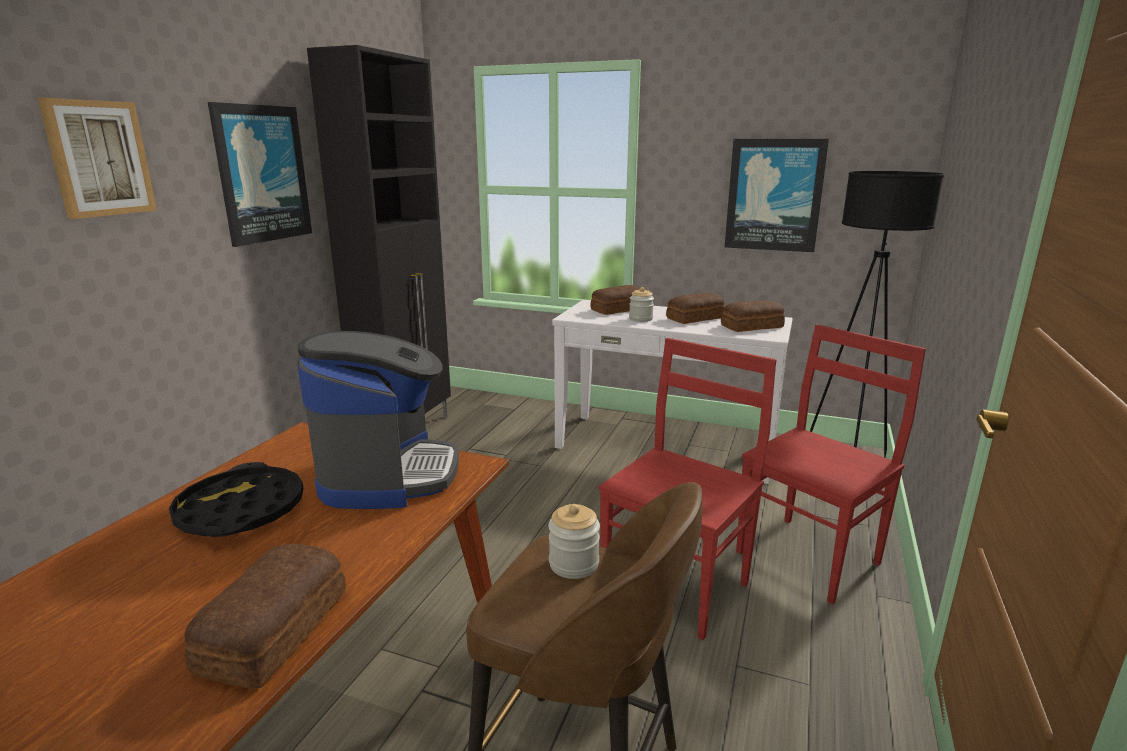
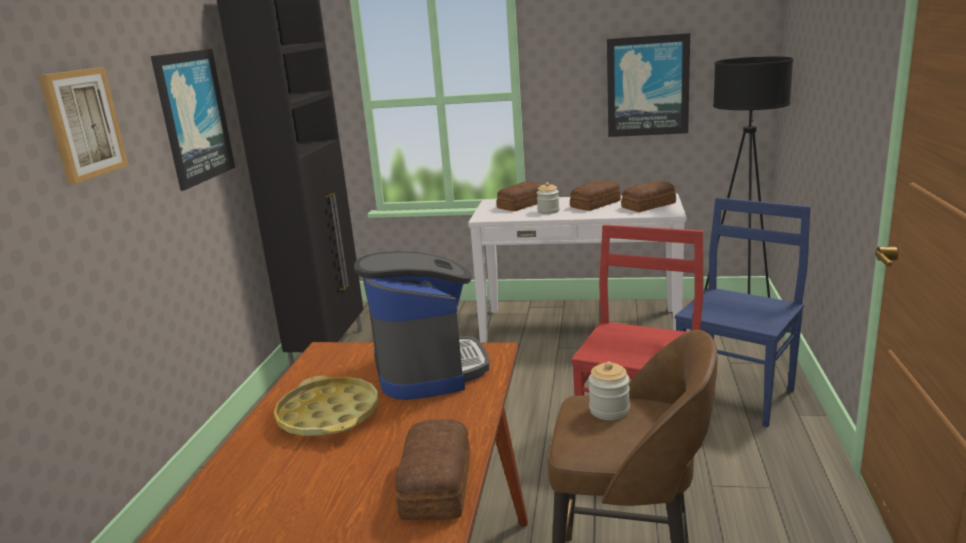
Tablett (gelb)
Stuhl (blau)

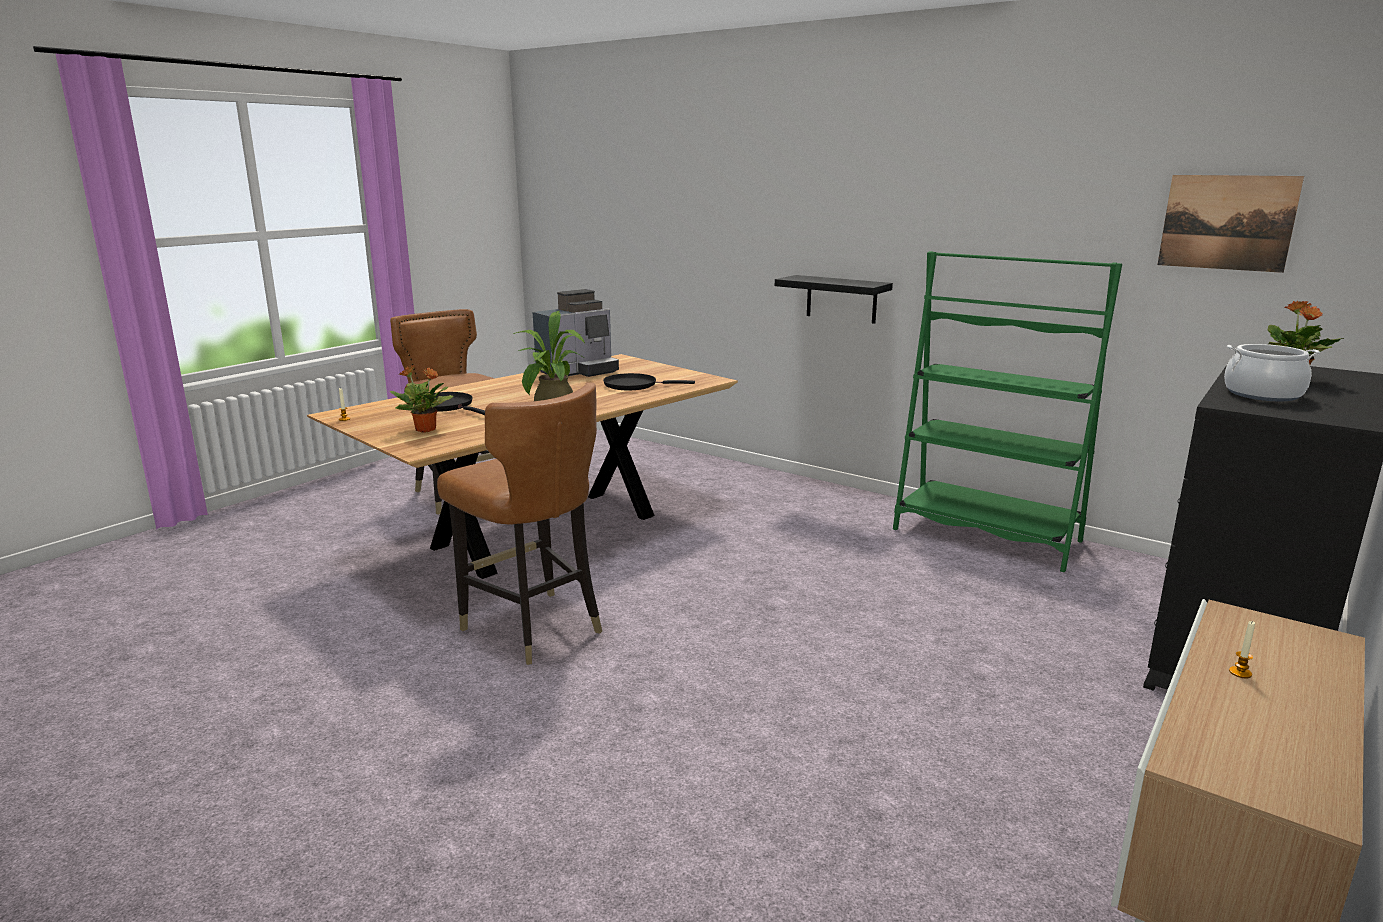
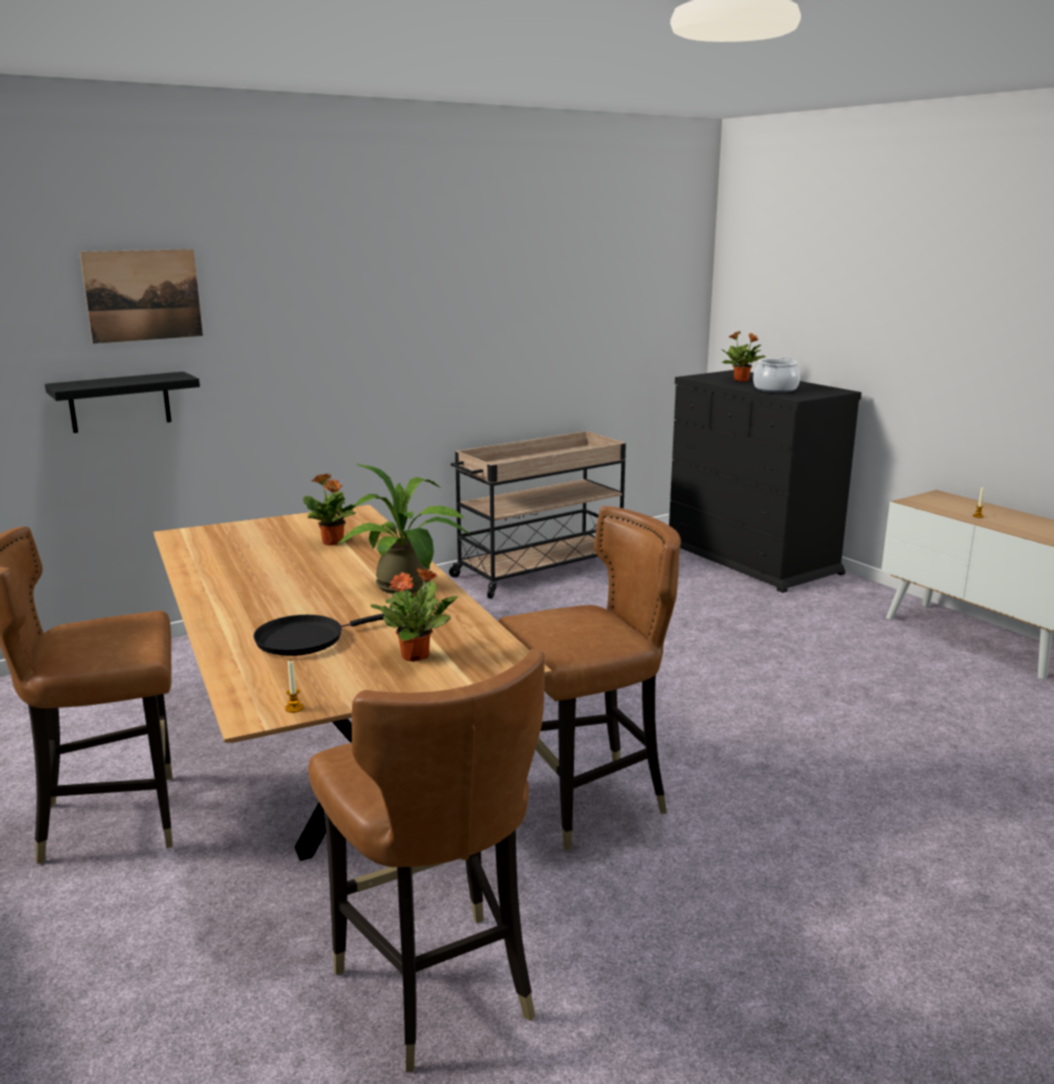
Kaffeemaschine
Stuhl (braun) (no. 2 from left)
Wandregal (schwarz)
Bild
Topfpflanze (no. 1 from left)
Rollwagen (beige)

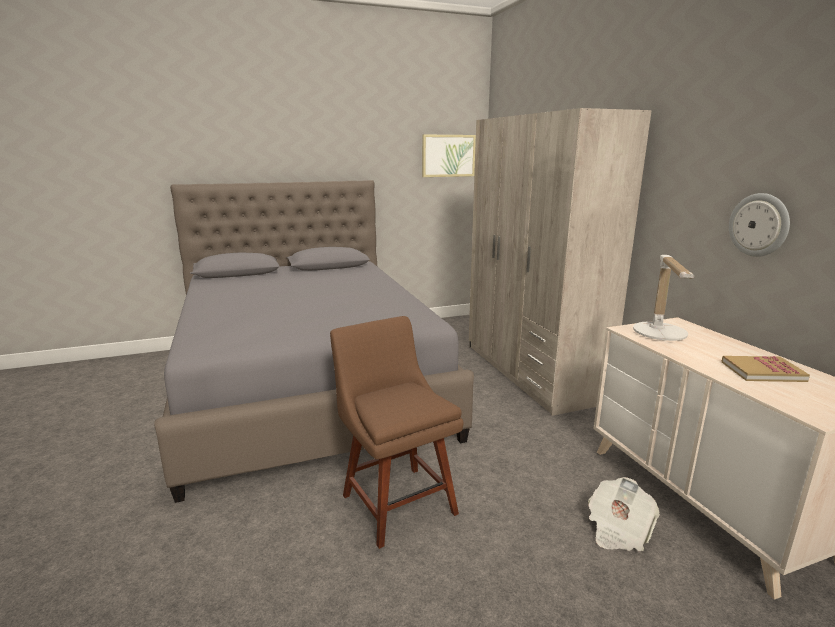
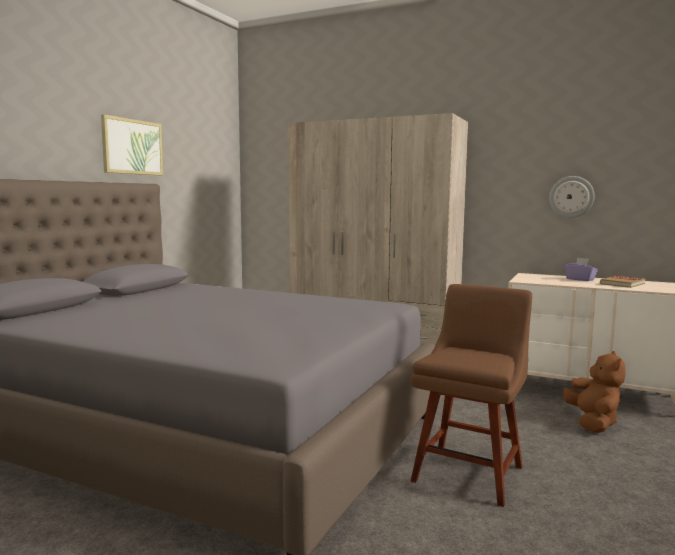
Tischlampe
Taschentuchbox (lila)
Bild
Plüschtier (braun)
Stuhl (braun)

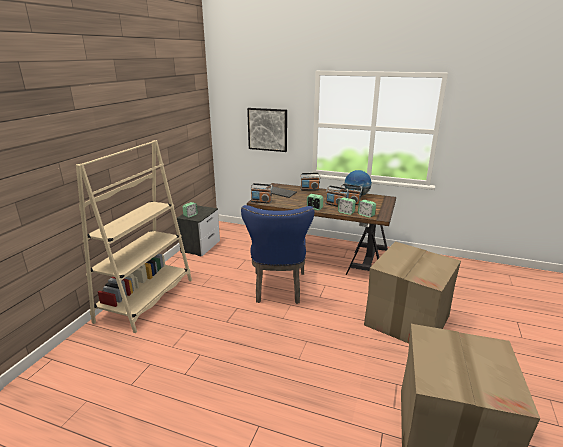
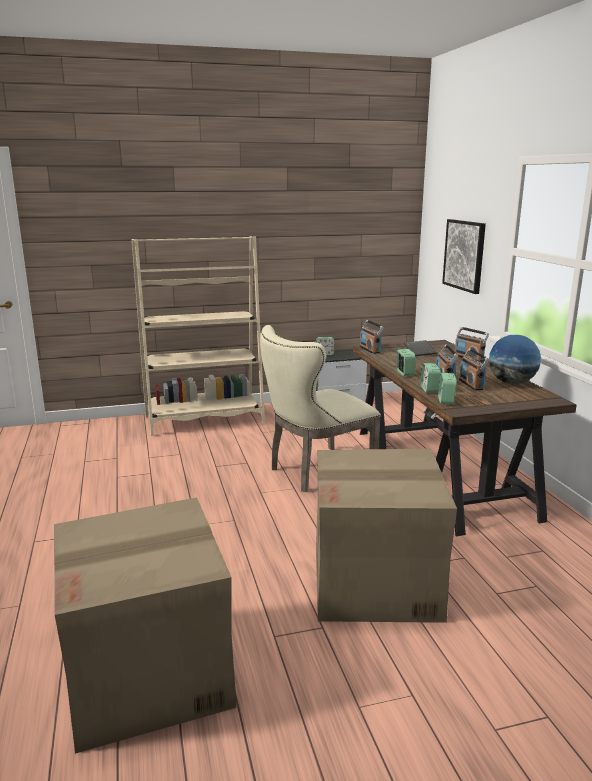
Stuhl (beige)

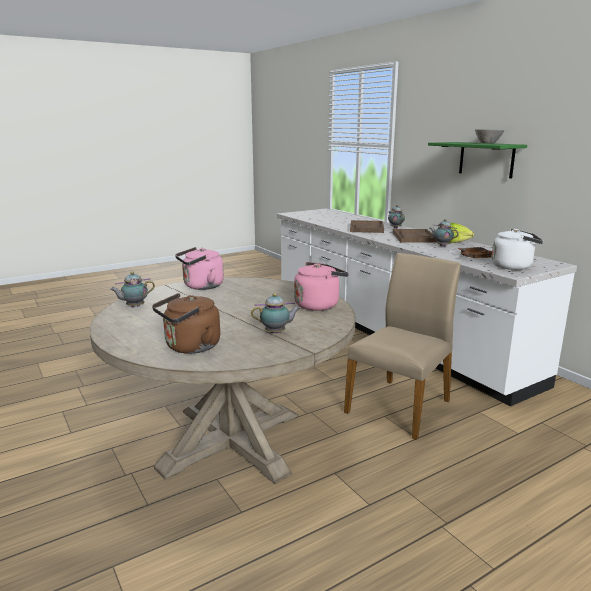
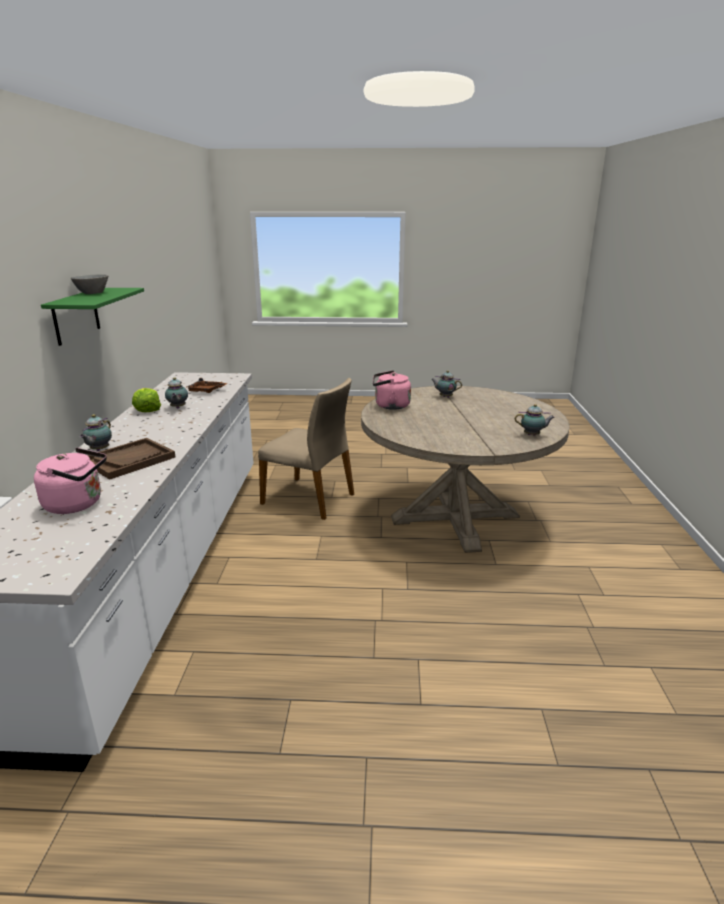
Wasserkessel (braun)
Tablett (braun) (no. 2 from left in the first image)
Wasserkessel (weiß)
Wasserkessel (rosa) (no. 1 from left)
Stuhl (beige)

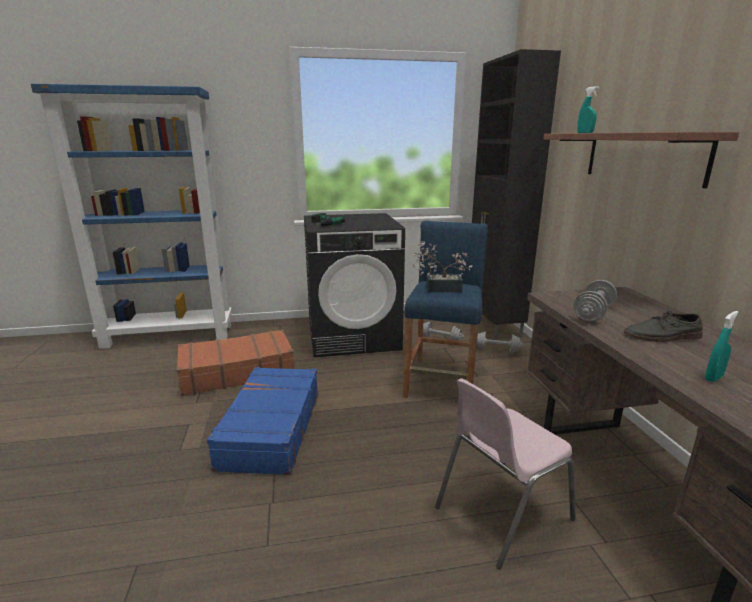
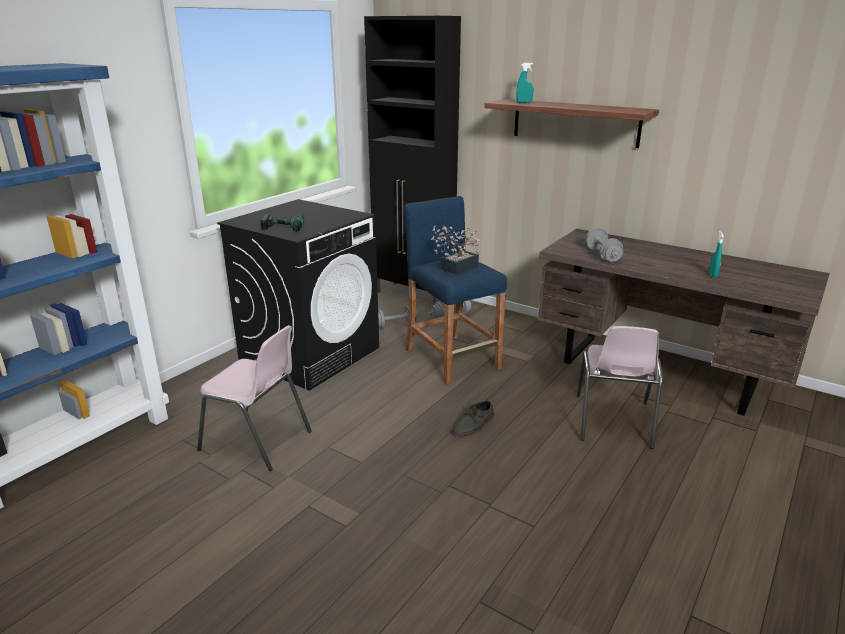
Koffer (blau)
Schuh (grau)
Stuhl (rosa) (no. 1 from left)

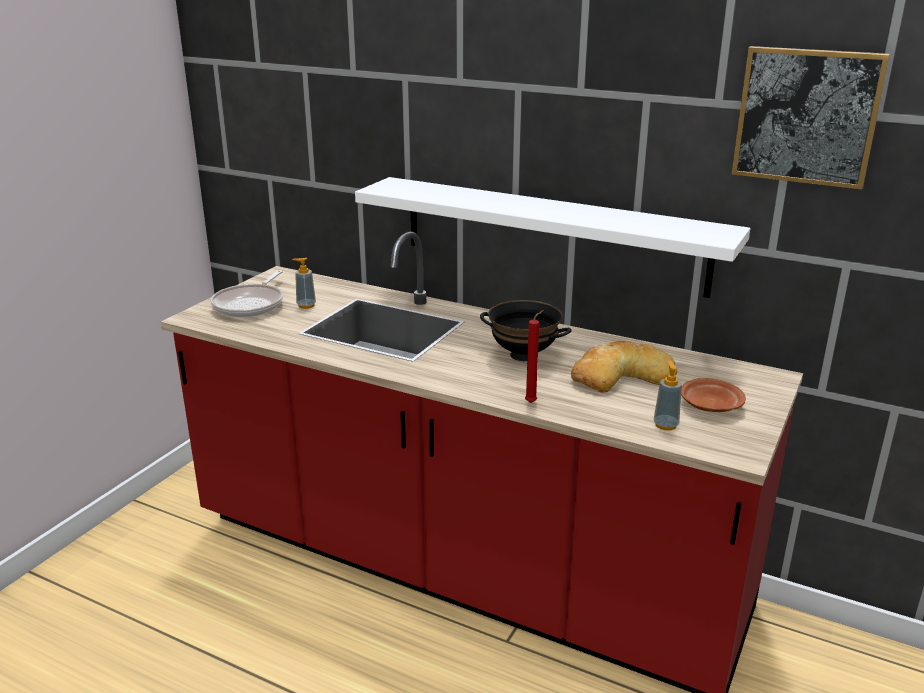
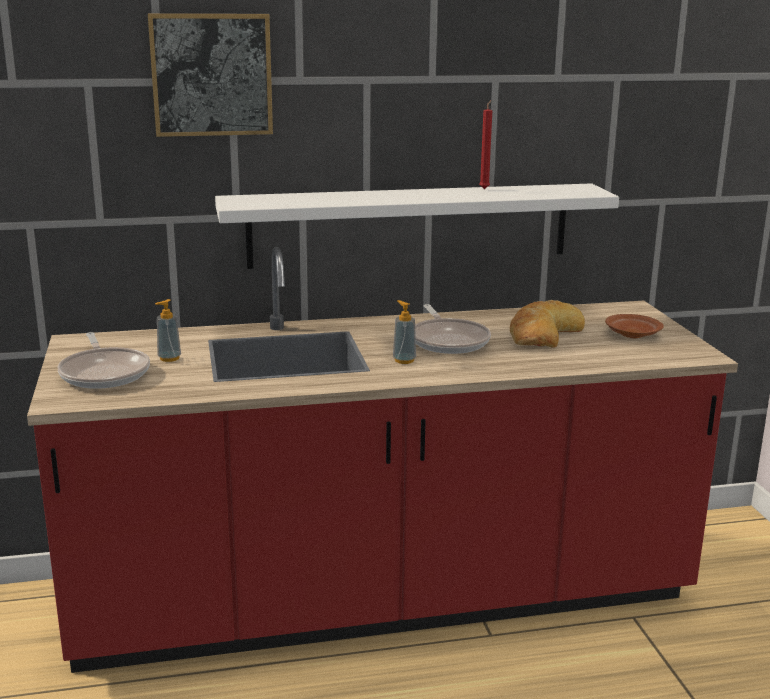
Kerze (rot)
Seifenspender (no. 2 from left)
Bild
Pfanne (no. 2 from left)

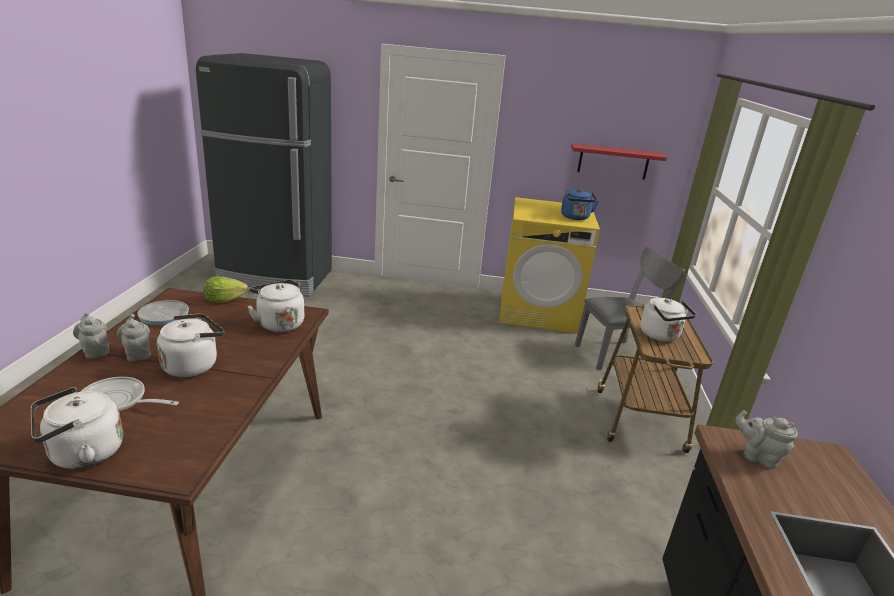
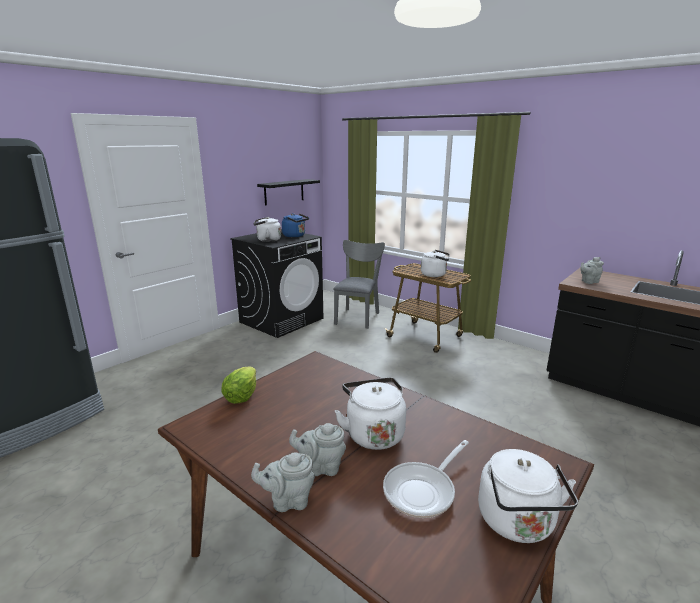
Pfanne (no. 2 from left in the first image)
Wasserkessel (weiß) (no. 1 from left)
Waschmaschine (schwarz)
Wandregal (schwarz)

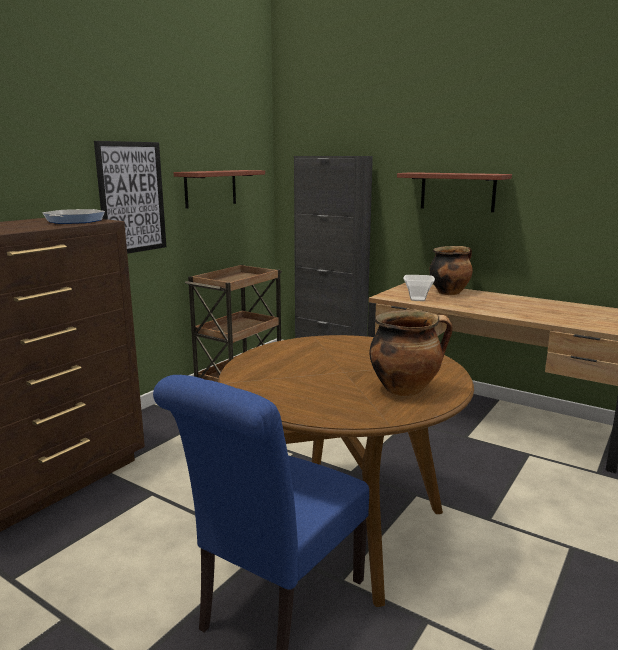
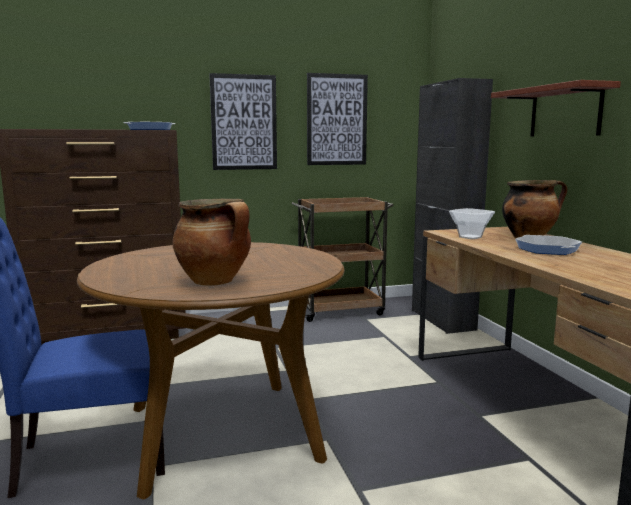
Pfanne (no. 2 from left)
Bild (no. 2 from left)

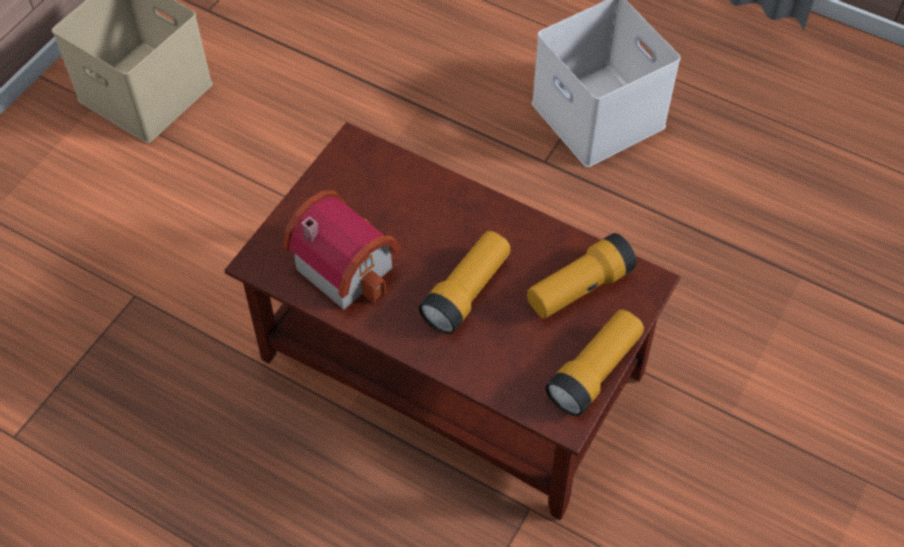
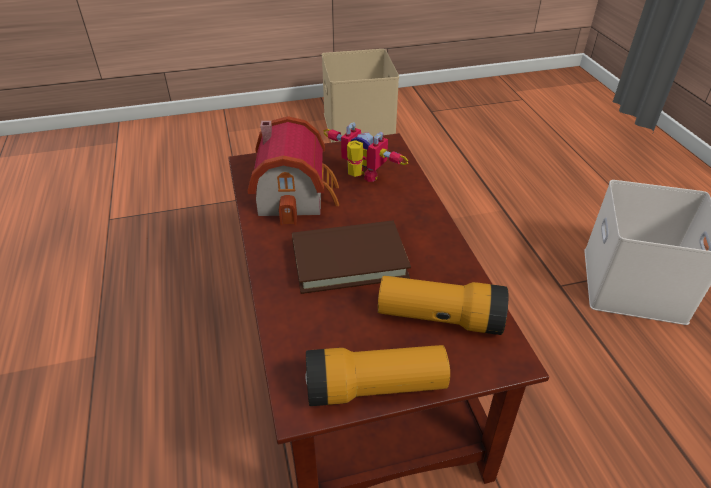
Spielzeugroboter
Buch (braun)

